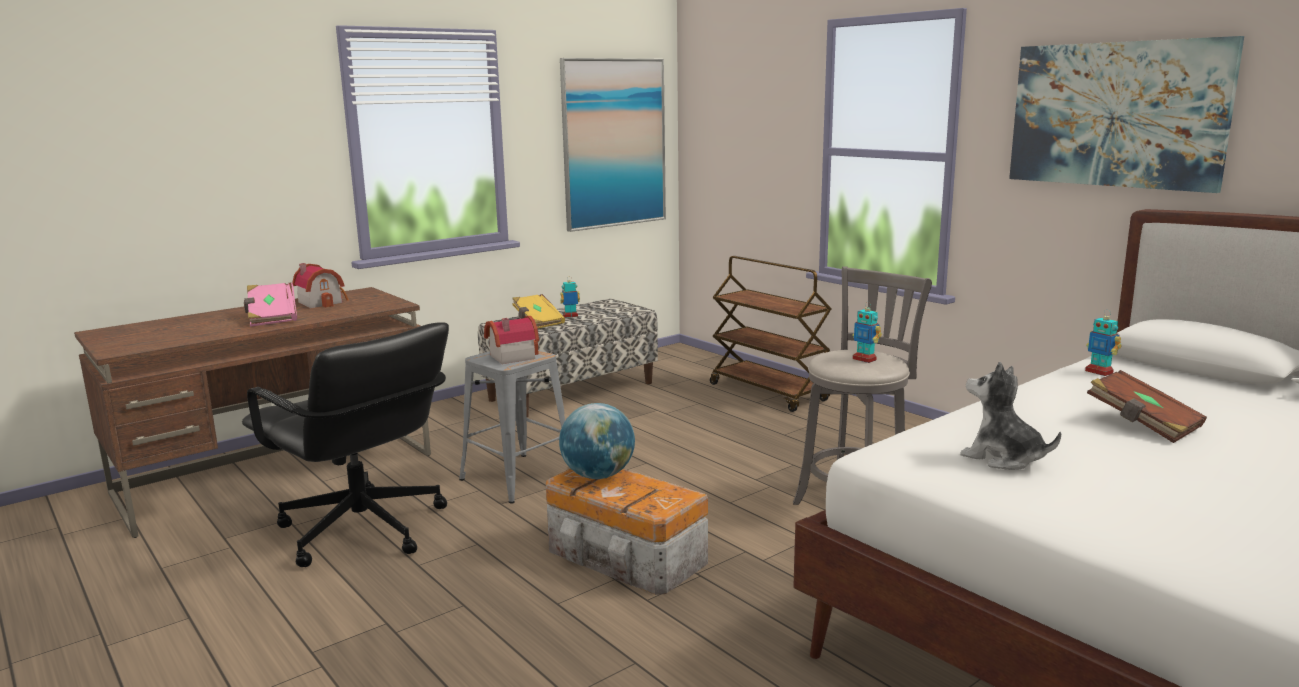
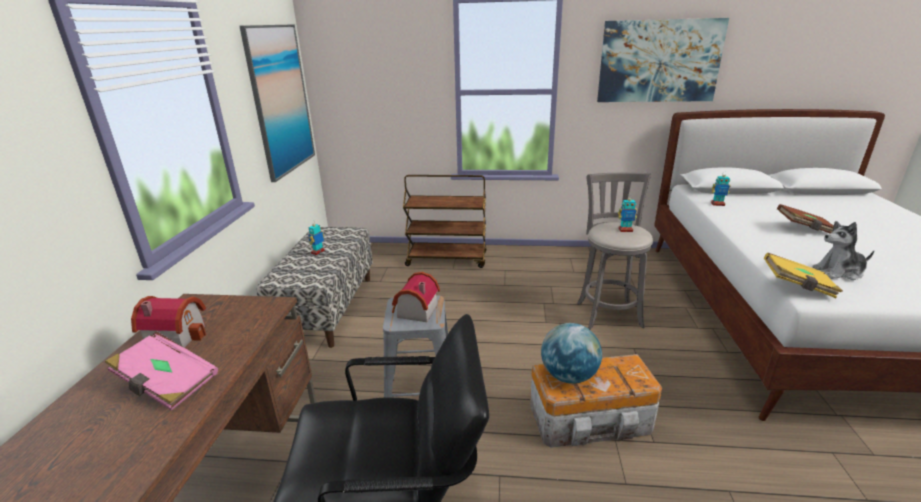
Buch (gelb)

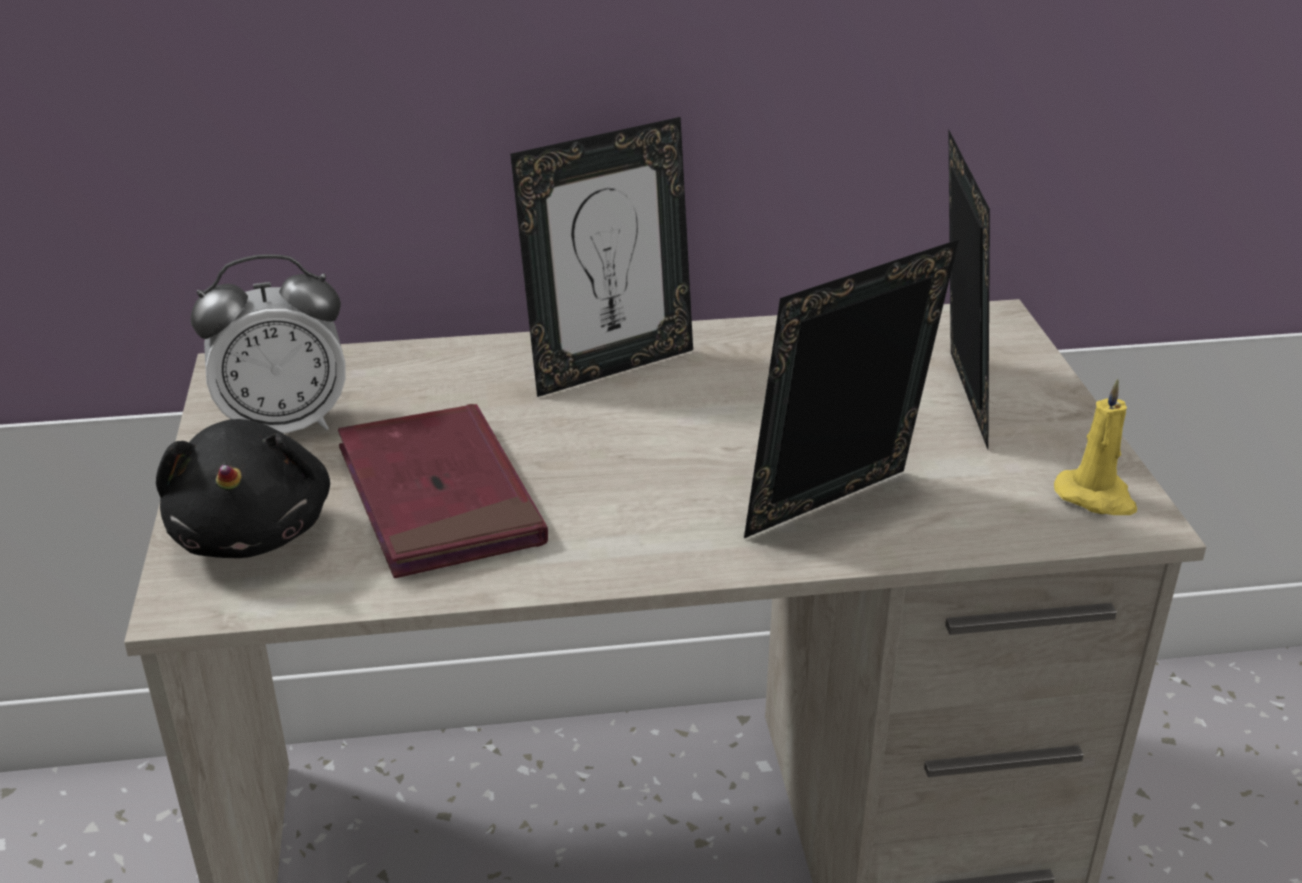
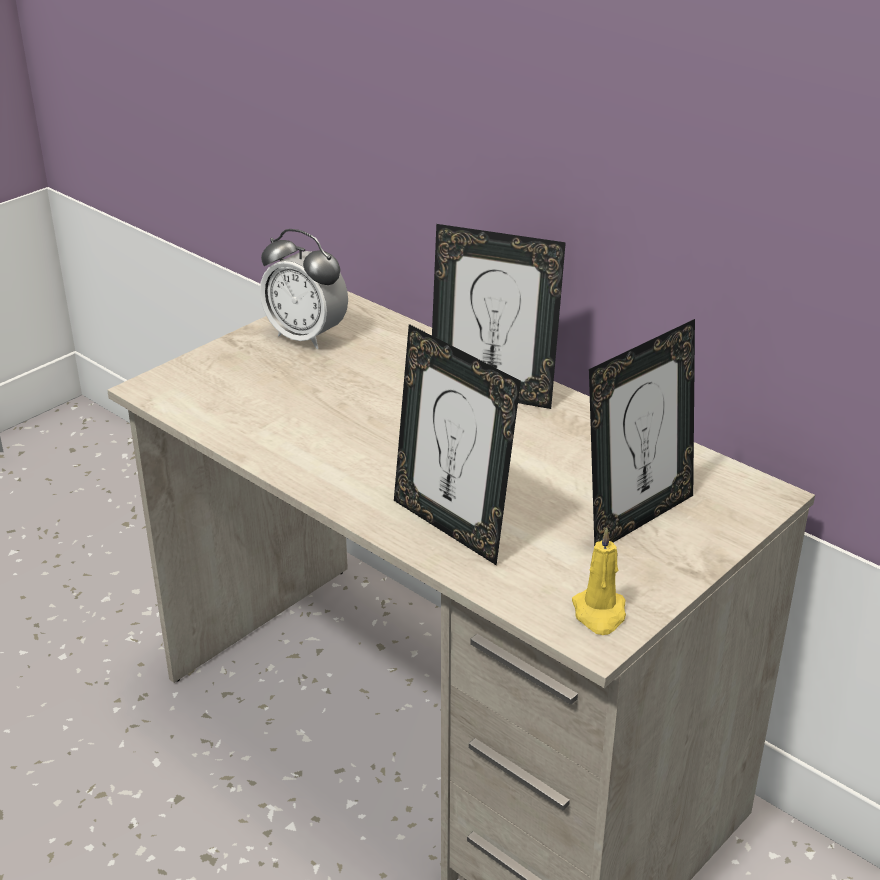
Plüschtier (schwarz)
Buch (rot)
Bilderrahmen (no. 1 from left)

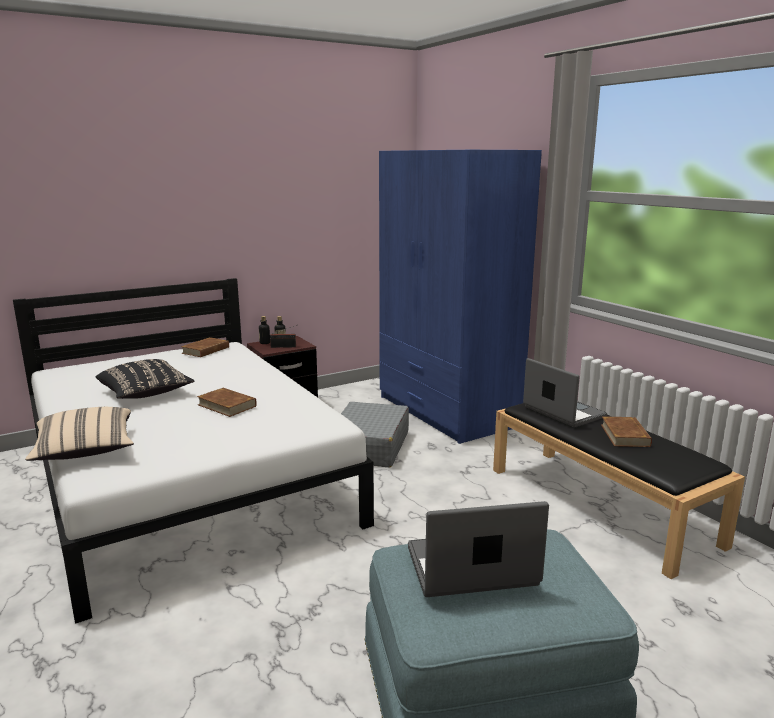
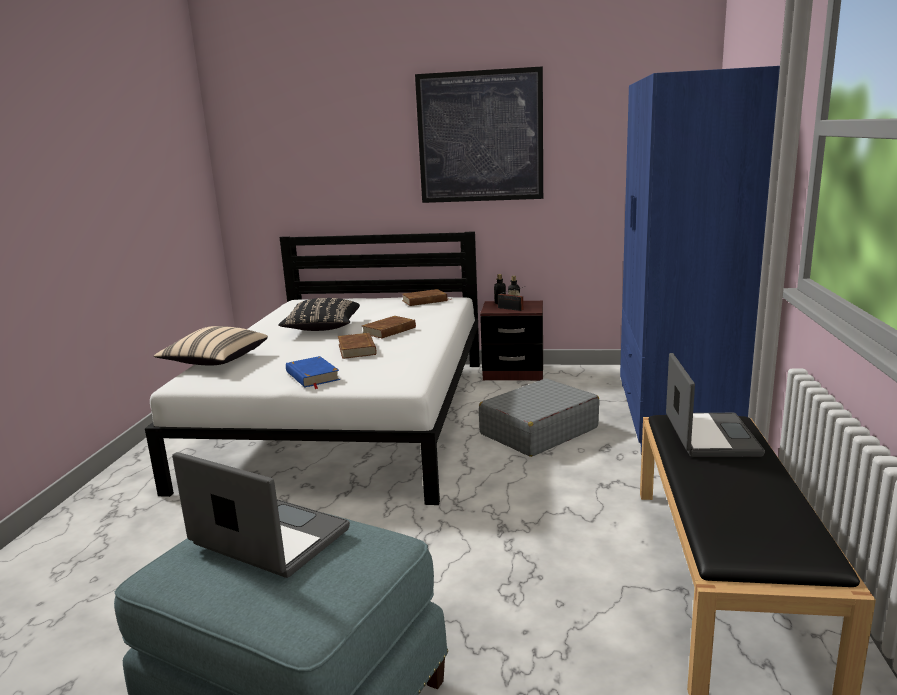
Buch (blau)
Bild
Buch (braun) (no. 2 from left)

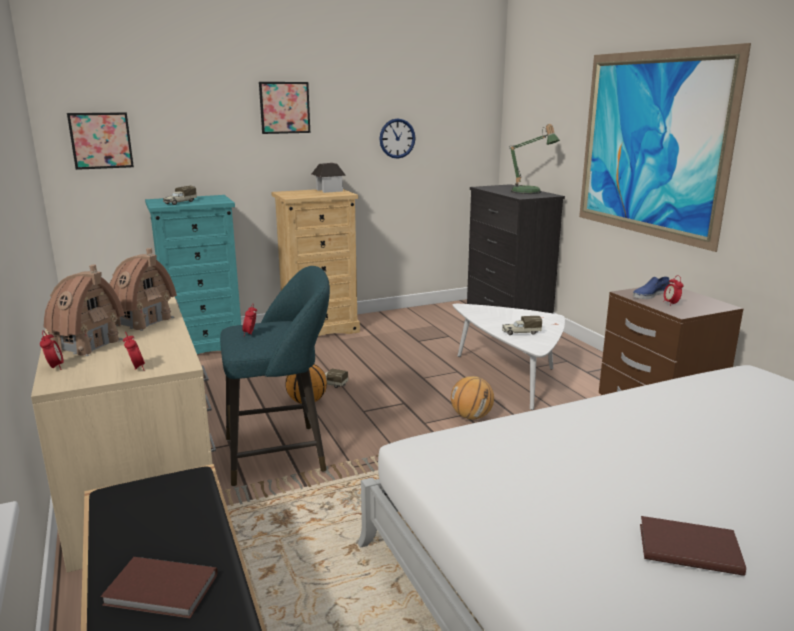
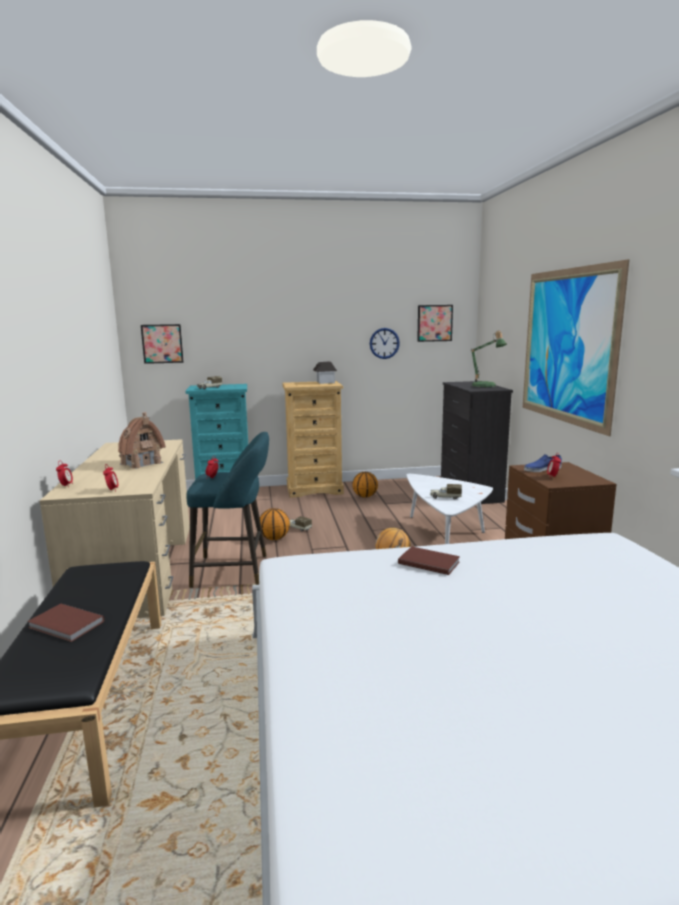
Spielzeughaus (no. 1 from left in the first image)
Basketball (no. 2 from left)
Bild (no. 2 from left)
Buch (braun) (no. 2 from left)

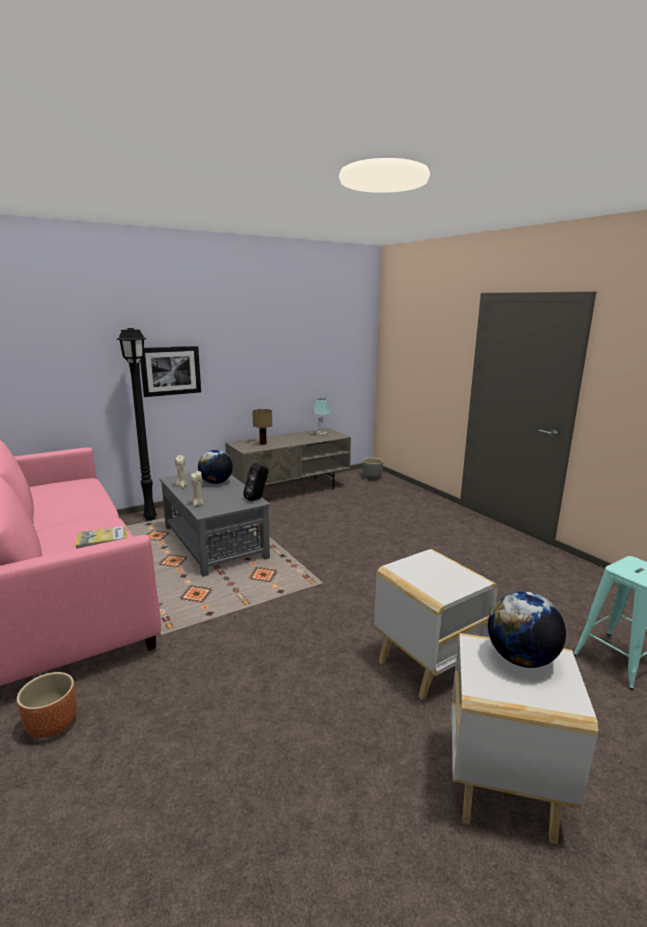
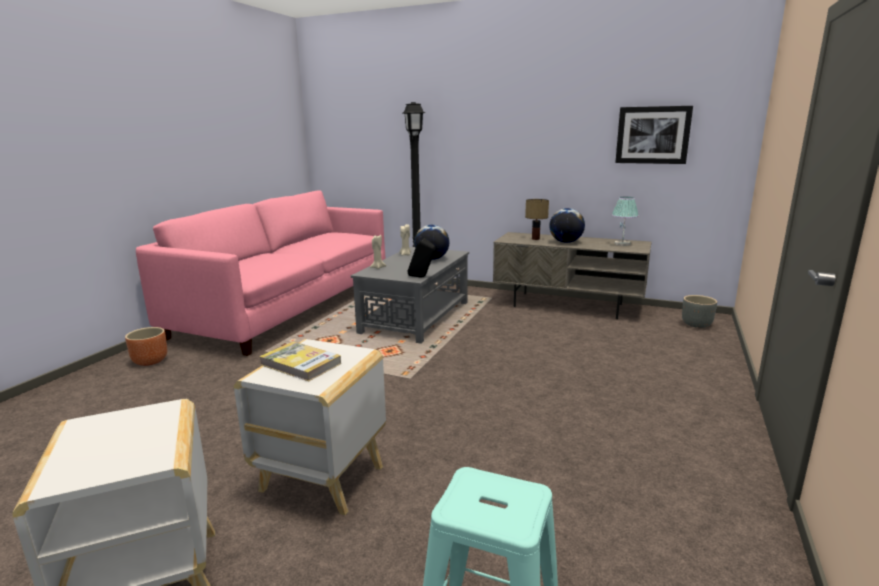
Buch
Bild
Globus (no. 2 from left)

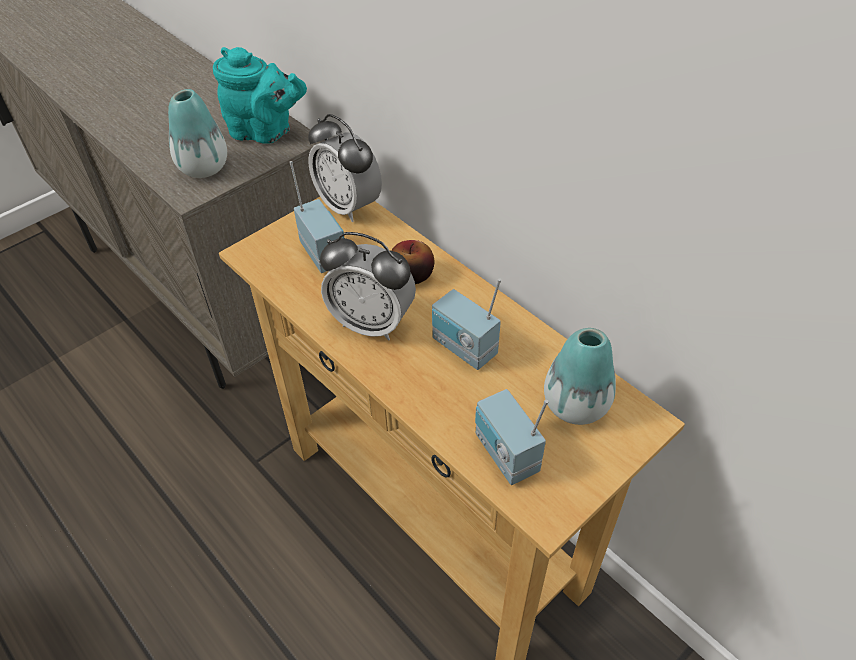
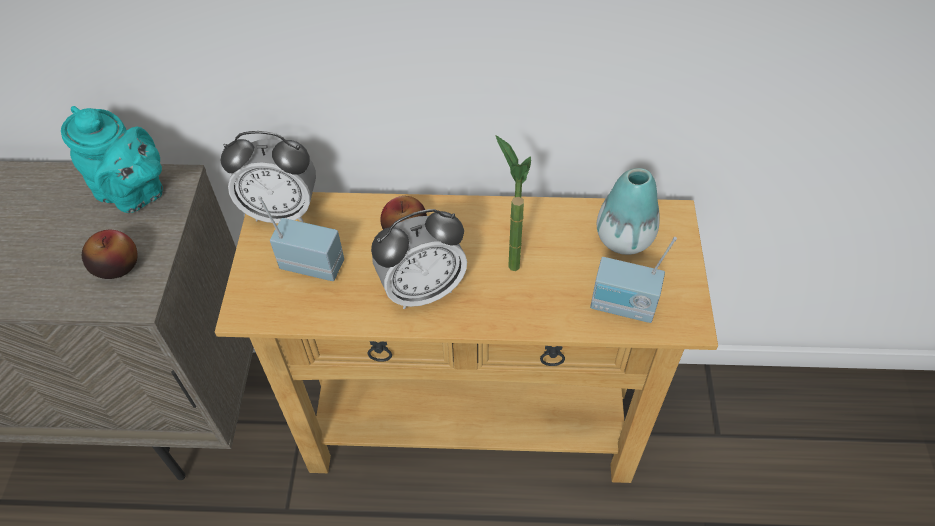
Apfel (no. 1 from left)
Topfpflanze
Teekanne (türkis)

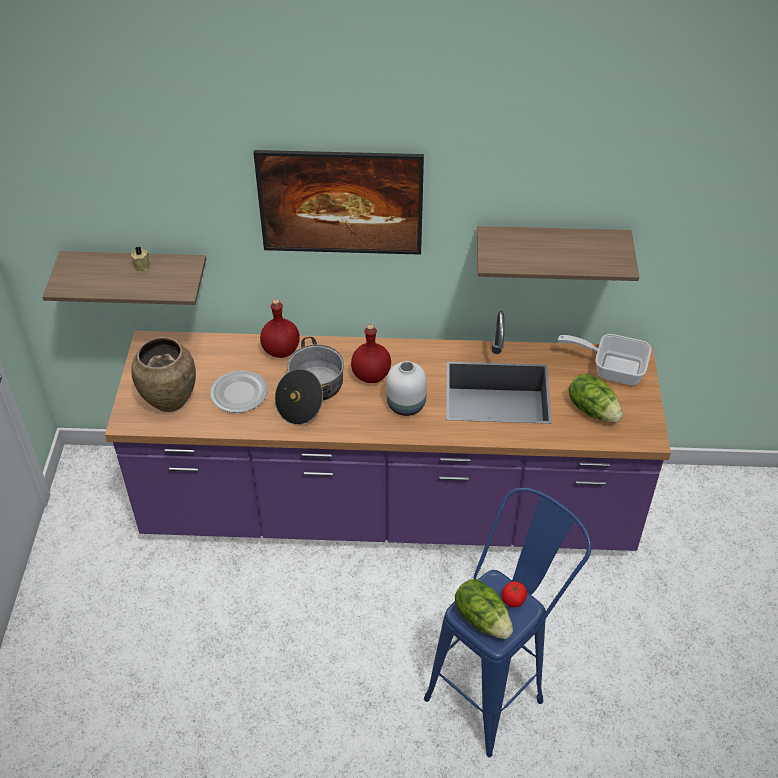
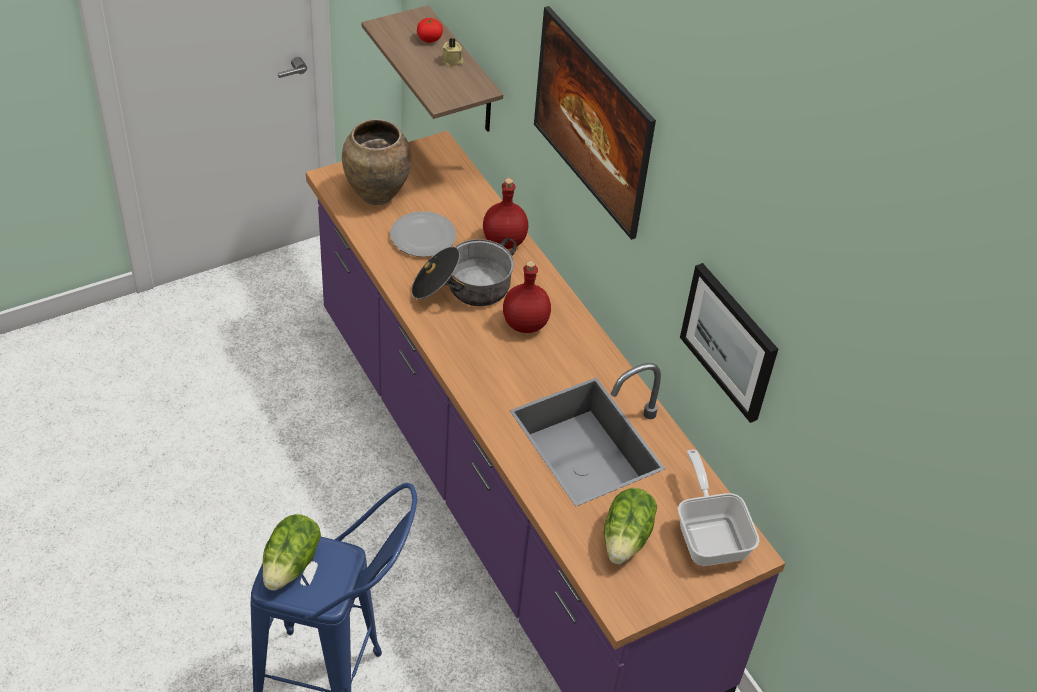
Vase (weiß)
Tomate
Bild (no. 2 from left)

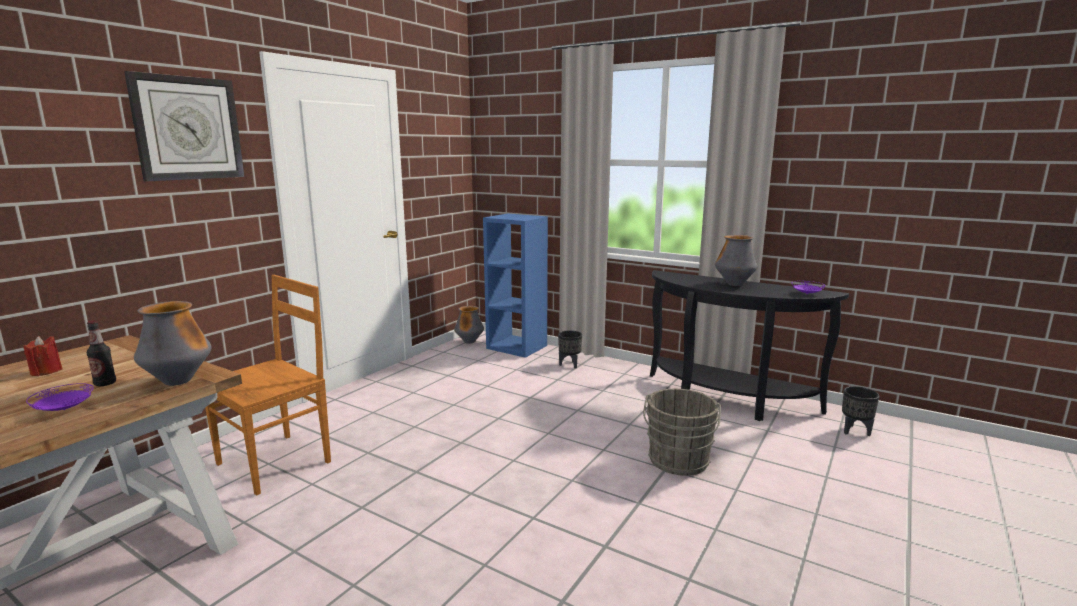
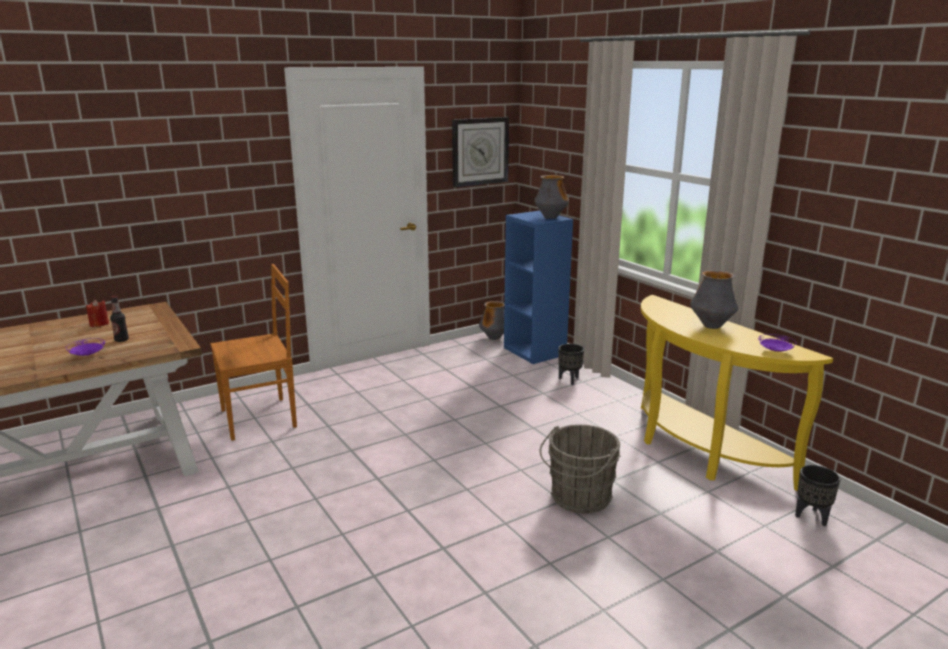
Wanduhr
Vase (no. 2 from left)
Konsolentisch (gelb)

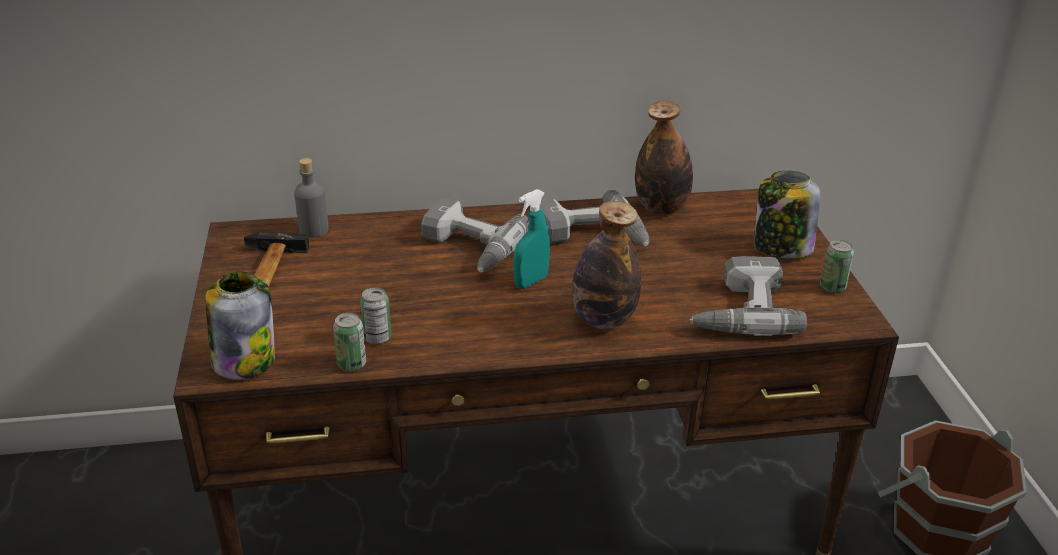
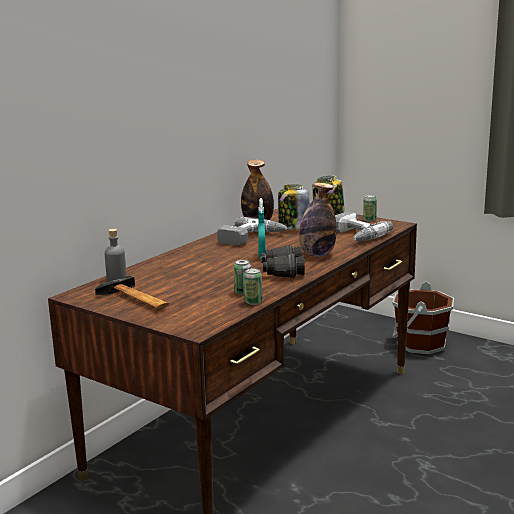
Bohrmaschine (no. 1 from left in the first image)
Fernglas (schwarz)
Vorratsglas (no. 1 from left)

